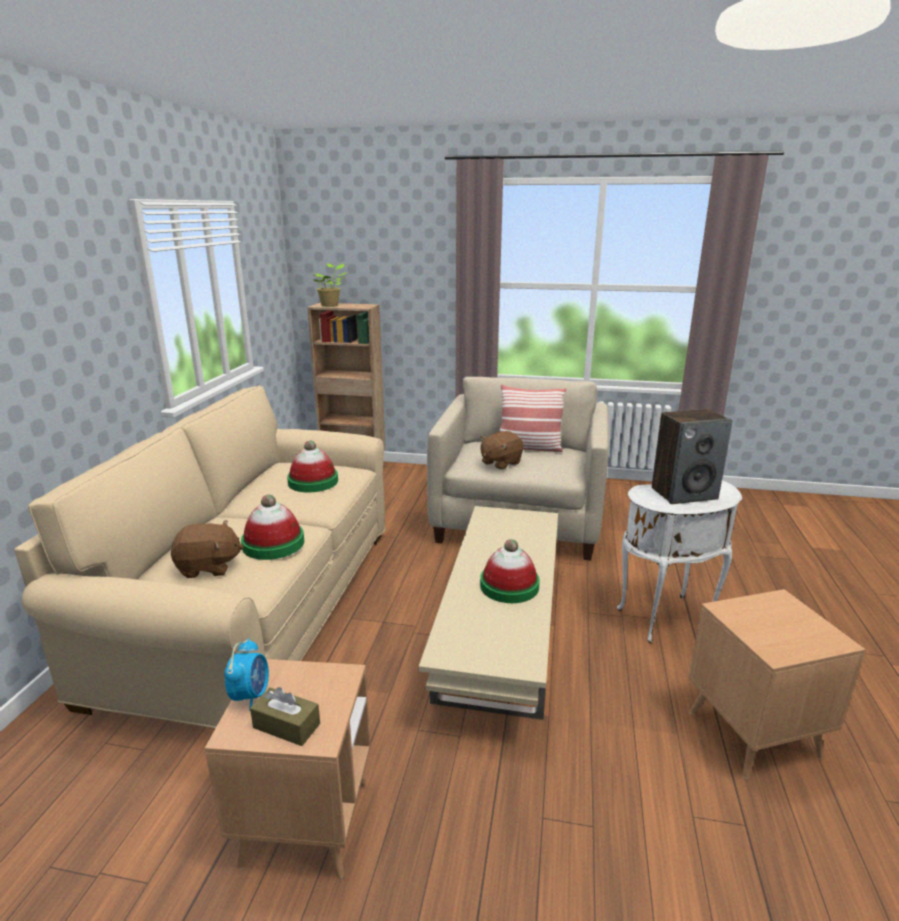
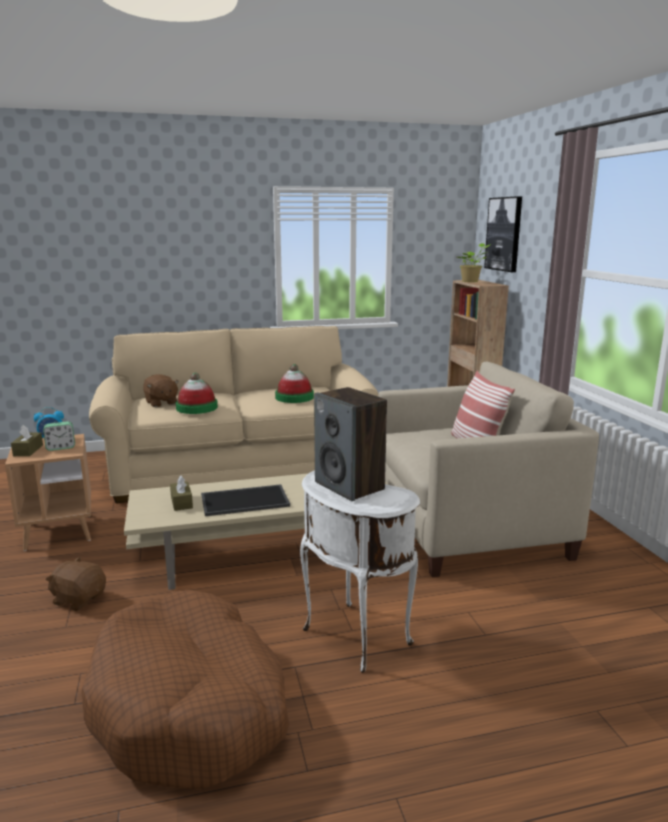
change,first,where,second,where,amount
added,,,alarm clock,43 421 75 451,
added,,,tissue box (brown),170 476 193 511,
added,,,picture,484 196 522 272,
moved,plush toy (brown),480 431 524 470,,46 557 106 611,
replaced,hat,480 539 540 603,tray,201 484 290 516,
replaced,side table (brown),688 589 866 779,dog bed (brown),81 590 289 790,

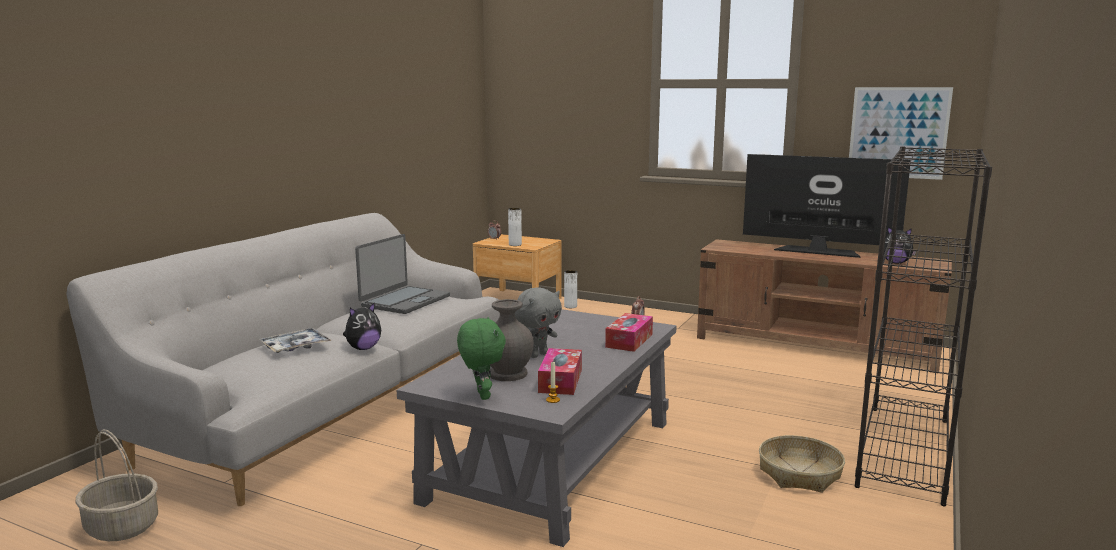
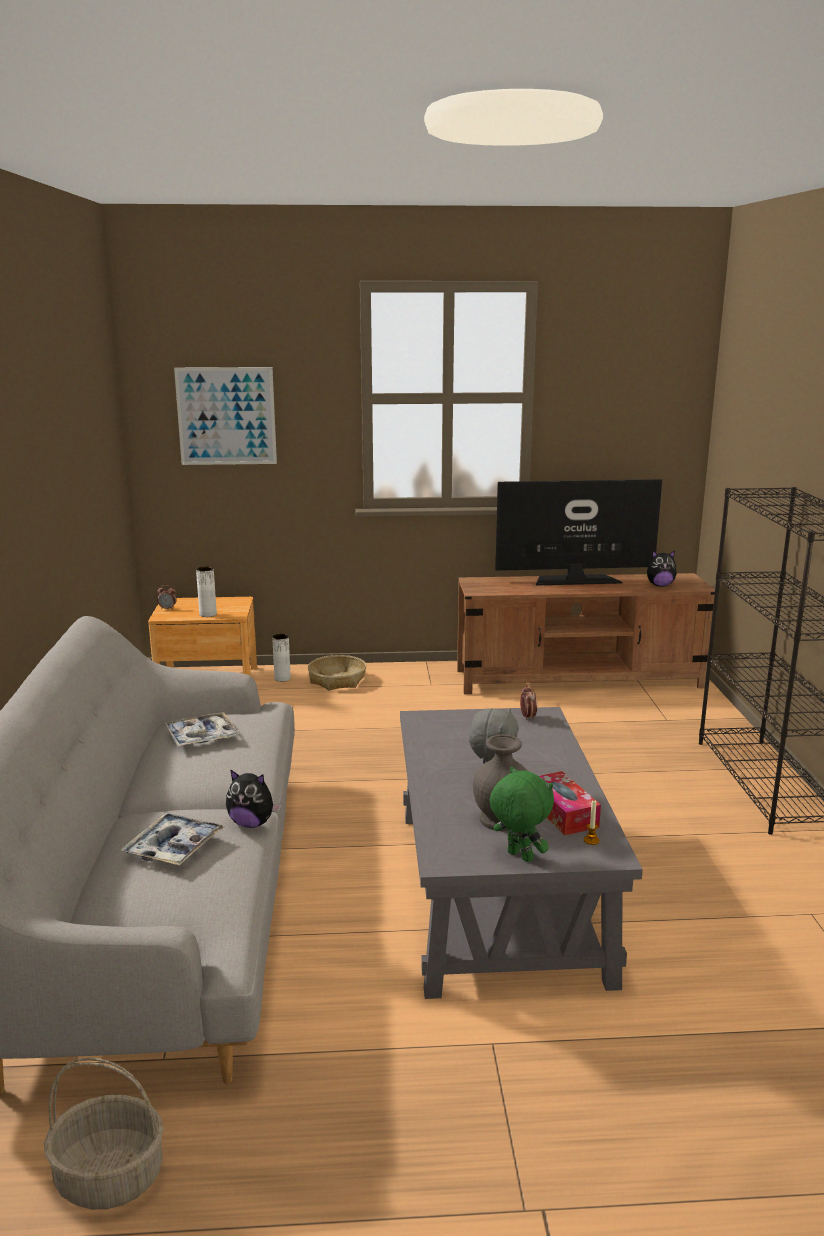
change,first,where,second,where,amount
removed,tissue box,605 313 653 352,,,
moved,basket,759 435 845 493,,308 655 366 691,
moved,picture,849 87 953 180,,174 367 277 465,
replaced,laptop,355 234 450 314,tray,165 712 239 747,
turned,plush toy,343 303 381 350,,226 769 281 828,90 degrees clockwise

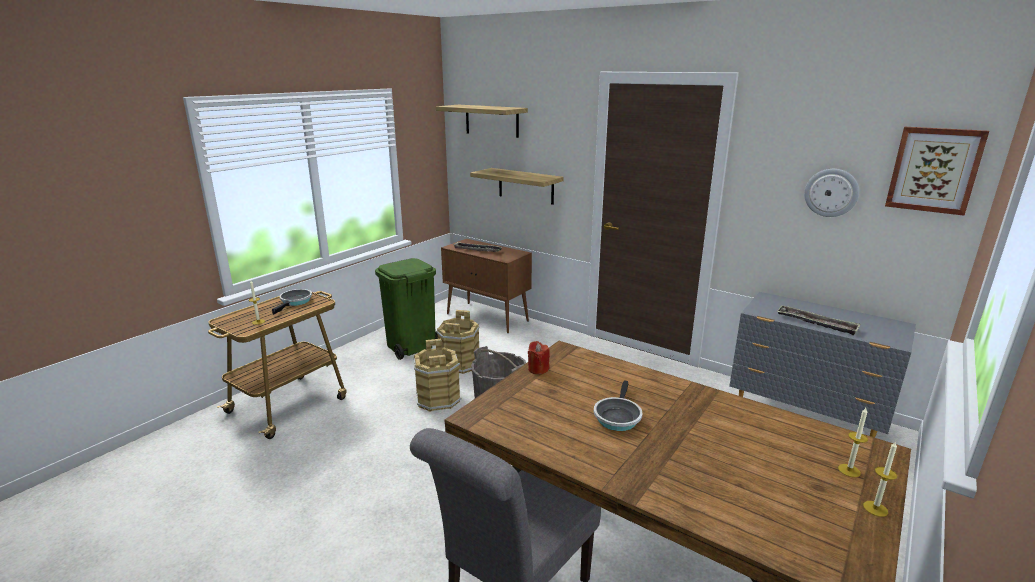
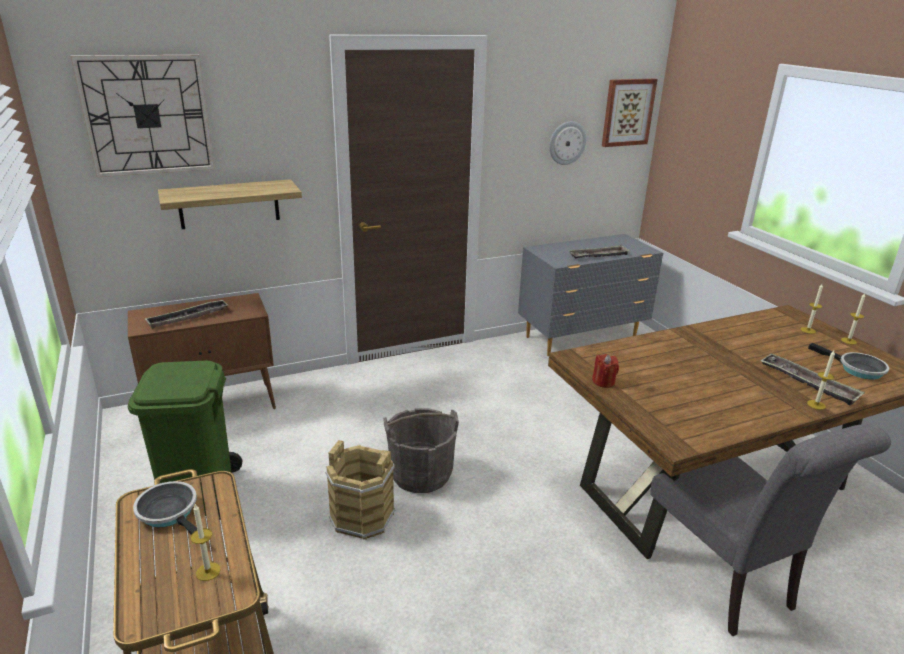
change,first,where,second,where,amount
removed,bucket (brown),436 310 479 374,,,
added,,,tray,760 353 865 405,
added,,,candle,807 351 835 410,
moved,frying pan,594 380 642 431,,808 342 889 380,
replaced,shelf,436 105 528 138,wall clock,71 55 215 177,

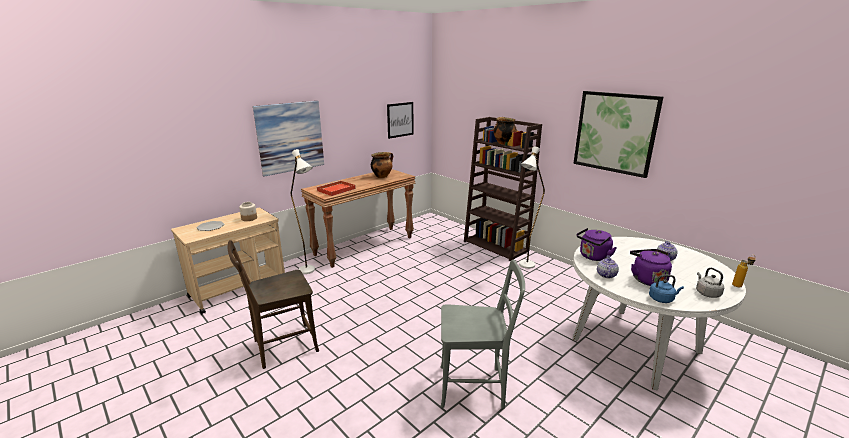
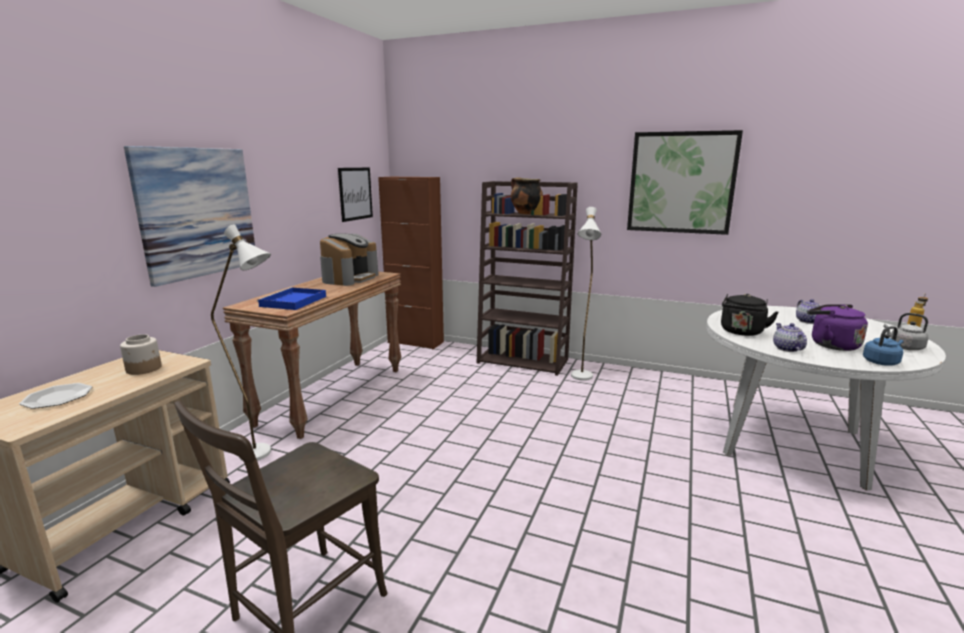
change,first,where,second,where,amount
removed,chair (grey),441 260 525 409,,,
added,,,cabinet (brown),378 177 444 349,
replaced,cooking pot,371 152 393 178,coffee machine,320 233 378 286,
recoloured,tray (red),316 180 356 196,tray (blue),257 287 326 310,
recoloured,kettle (purple),577 228 617 261,kettle (black),721 294 779 336,

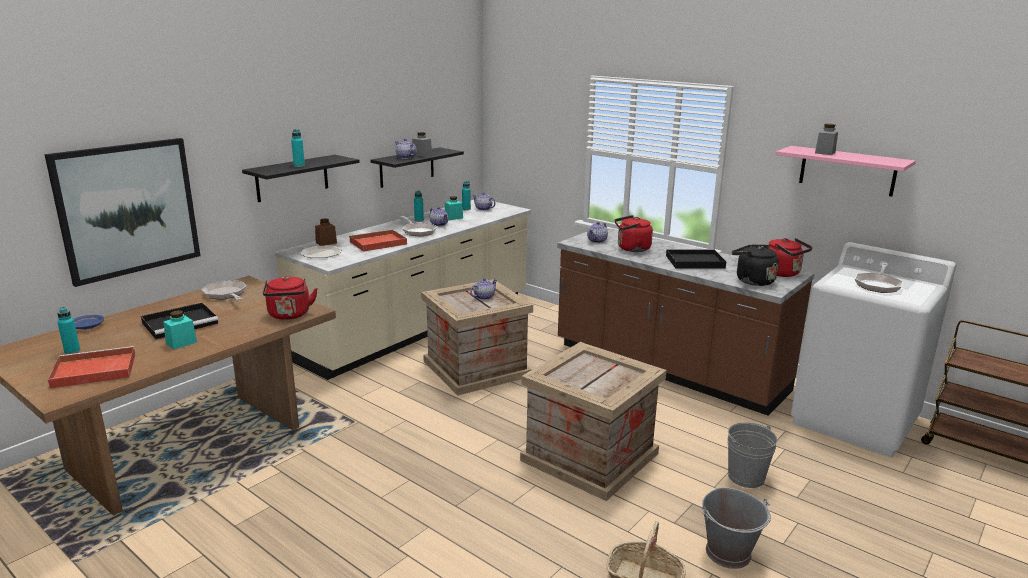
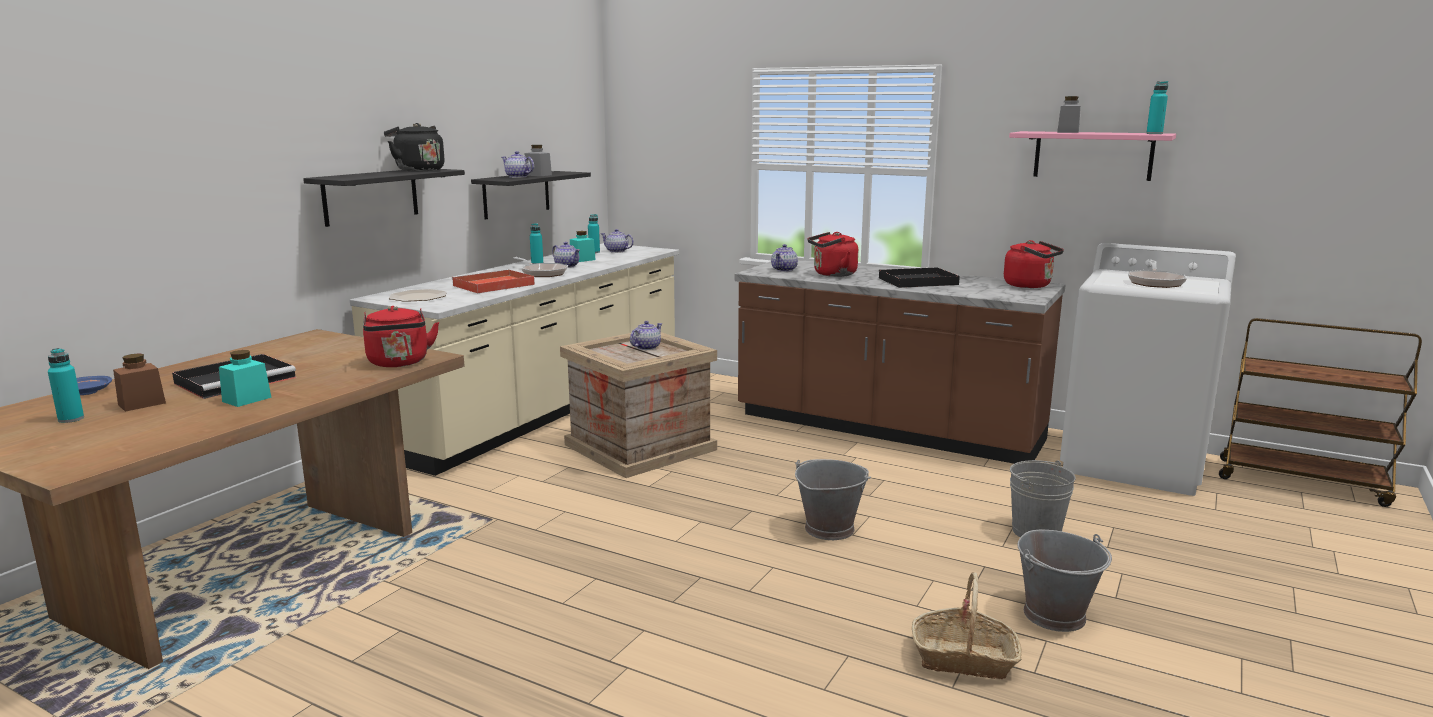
change,first,where,second,where,amount
removed,picture,44 138 200 287,,,
removed,tray (red),48 346 136 389,,,
removed,frying pan,201 280 247 300,,,
moved,bottle (turquoise),291 129 305 167,,1146 81 1168 134,
moved,jar (brown),315 219 337 246,,113 353 166 412,
moved,kettle (black),732 245 779 286,,384 123 445 171,
replaced,crate,520 342 667 501,bucket (grey),795 459 871 540,

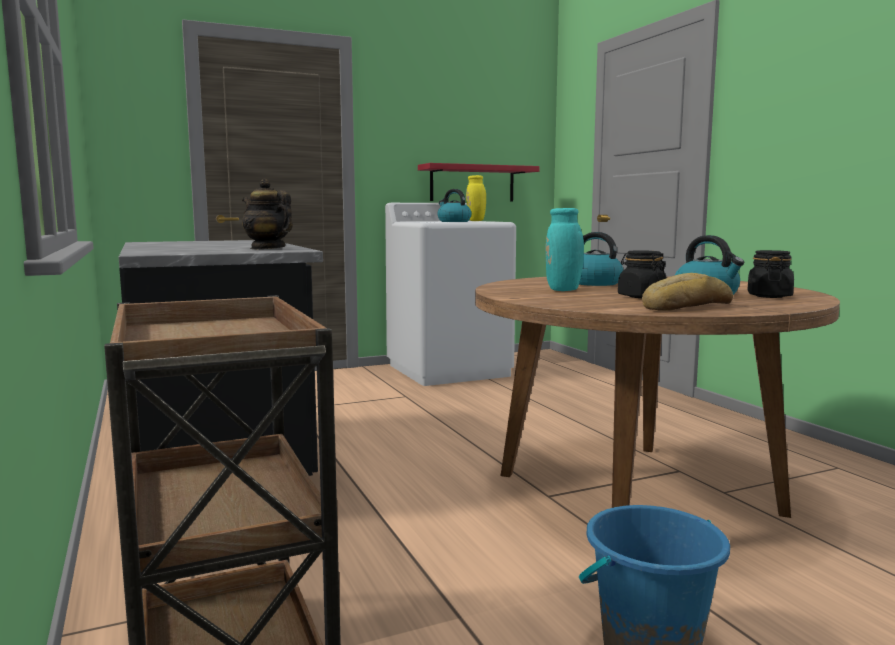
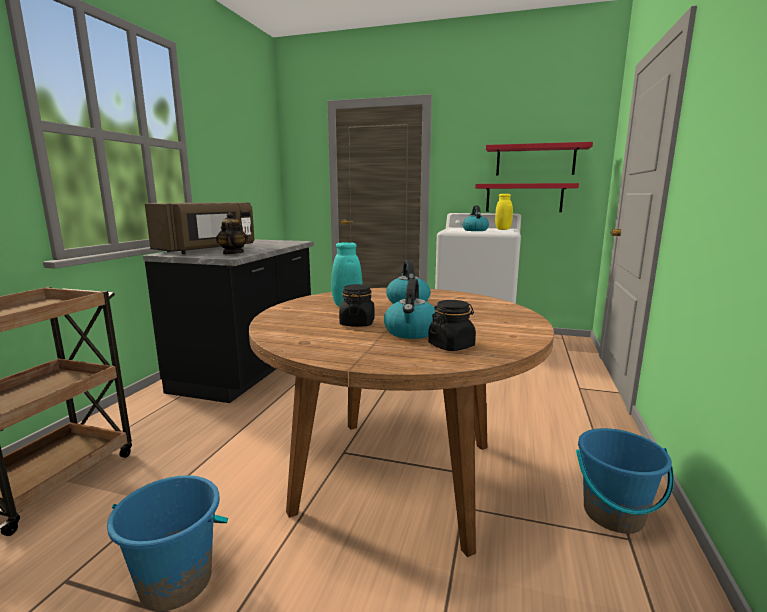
change,first,where,second,where,amount
removed,bread,642 273 733 311,,,
added,,,microwave (brown),145 202 255 254,
added,,,shelf (red),486 142 593 176,
added,,,bucket (blue),576 428 674 534,

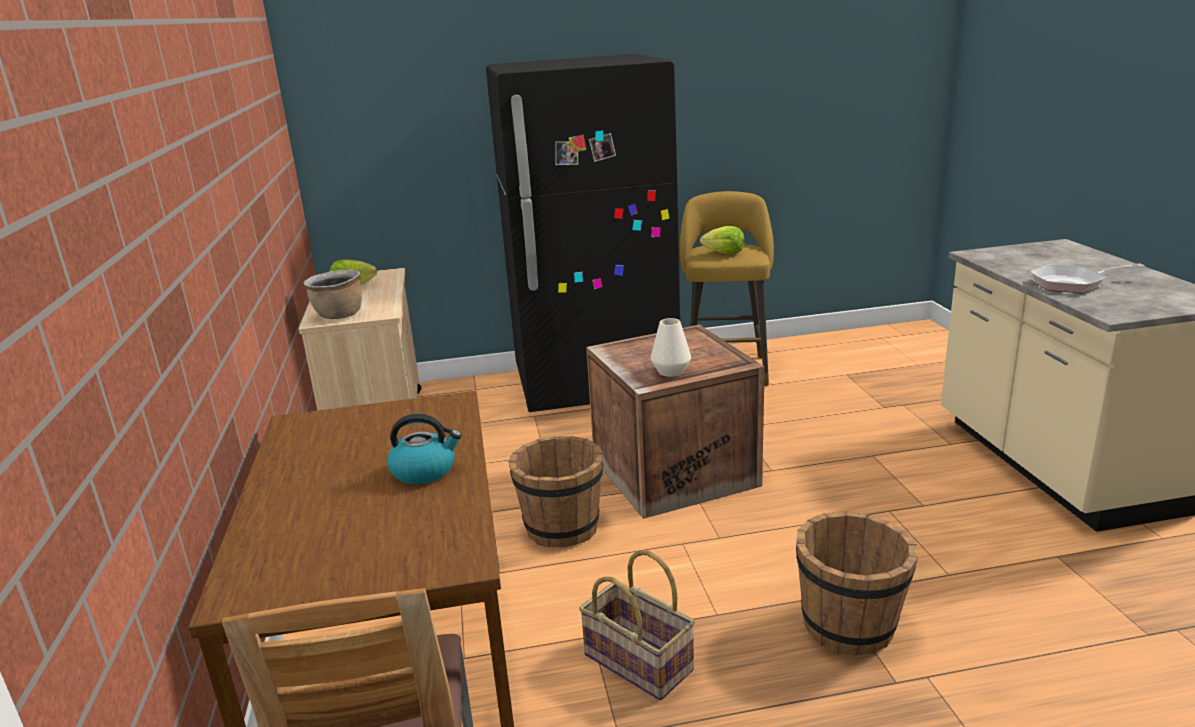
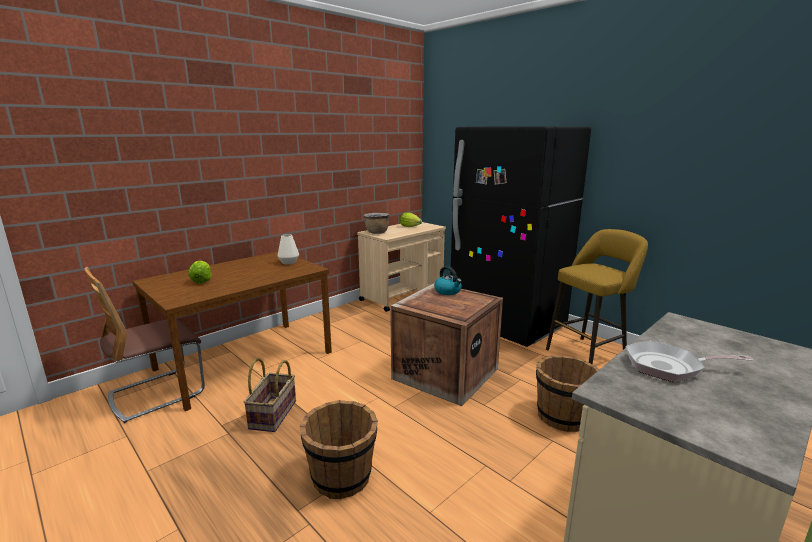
change,first,where,second,where,amount
moved,kettle,387 414 462 484,,434 266 462 295,
moved,bucket (brown),508 436 604 547,,536 355 599 432,
moved,vase (white),651 318 691 377,,277 234 299 265,
moved,lettuce,700 226 744 254,,188 261 212 284,
turned,frying pan,1030 264 1144 293,,625 341 753 382,45 degrees counterclockwise

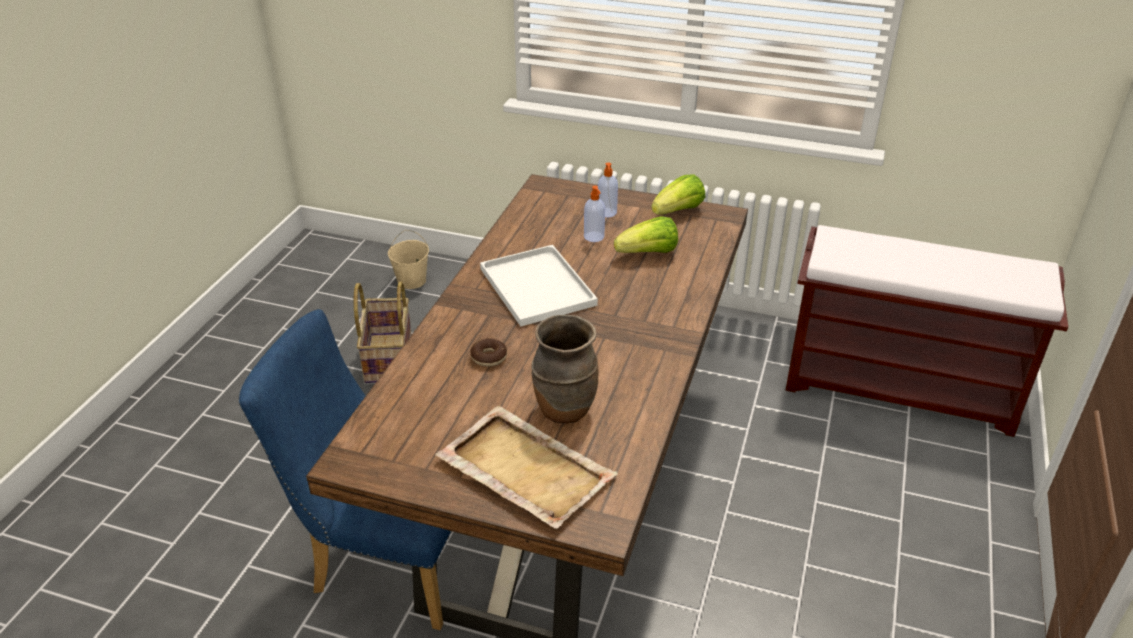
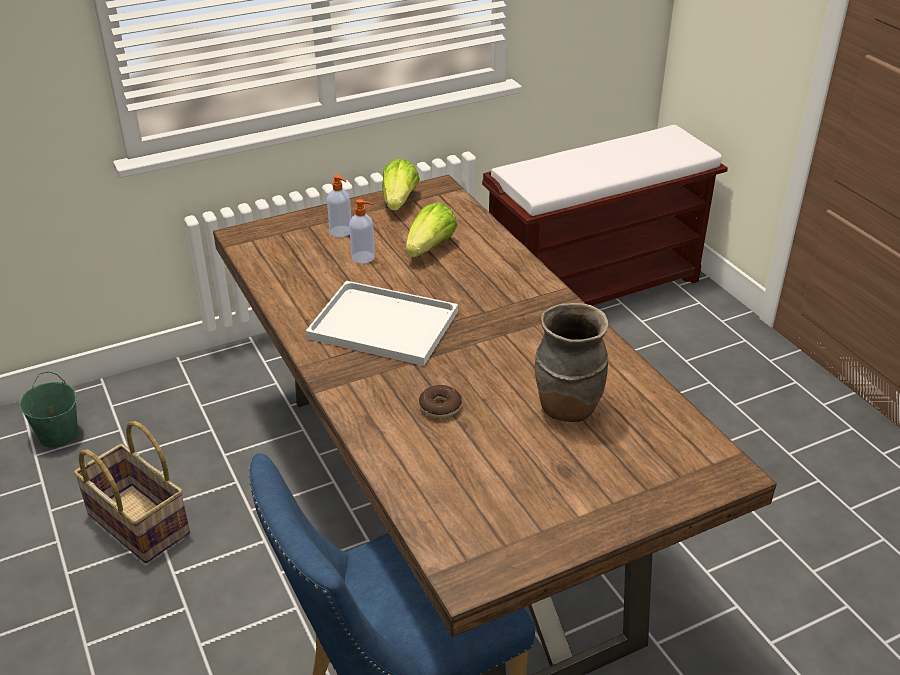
change,first,where,second,where,amount
removed,tray (beige),435 406 618 529,,,
recoloured,bucket (beige),388 230 429 289,bucket (green),19 372 78 448,

